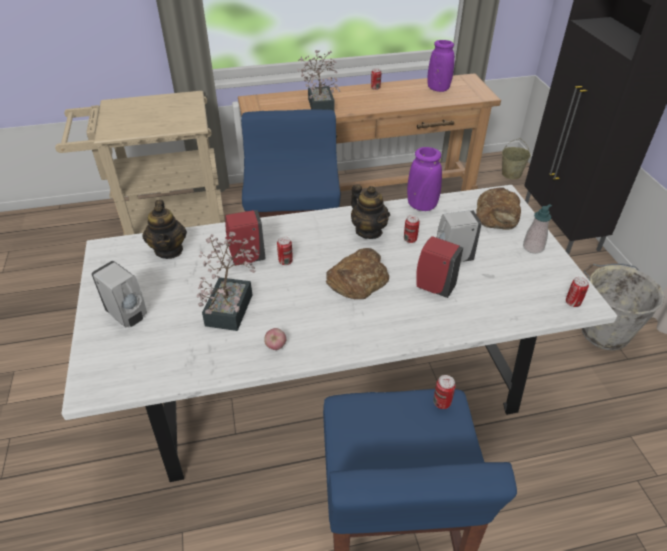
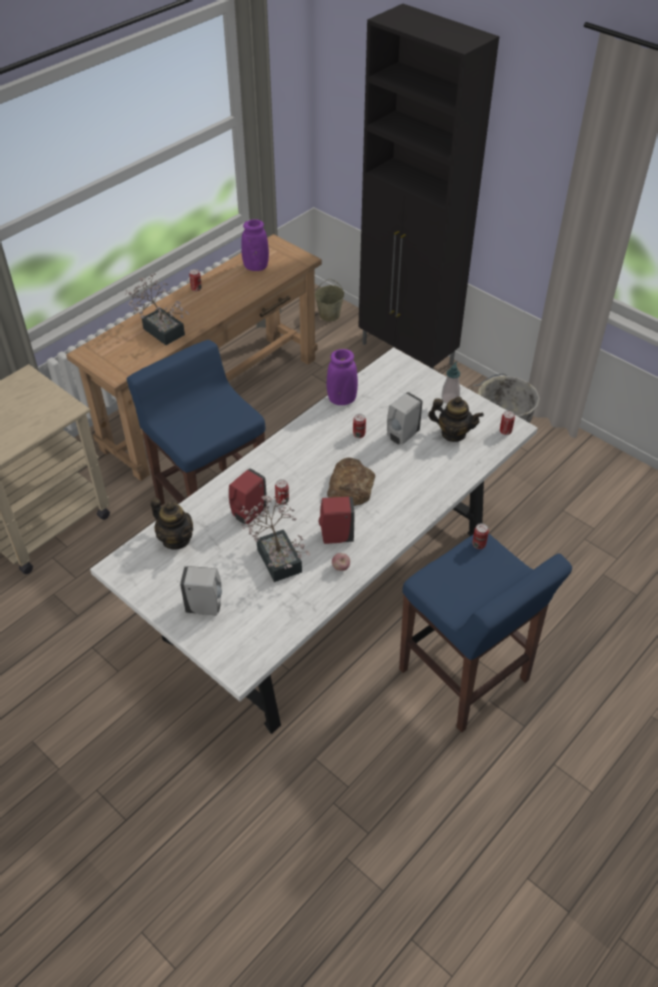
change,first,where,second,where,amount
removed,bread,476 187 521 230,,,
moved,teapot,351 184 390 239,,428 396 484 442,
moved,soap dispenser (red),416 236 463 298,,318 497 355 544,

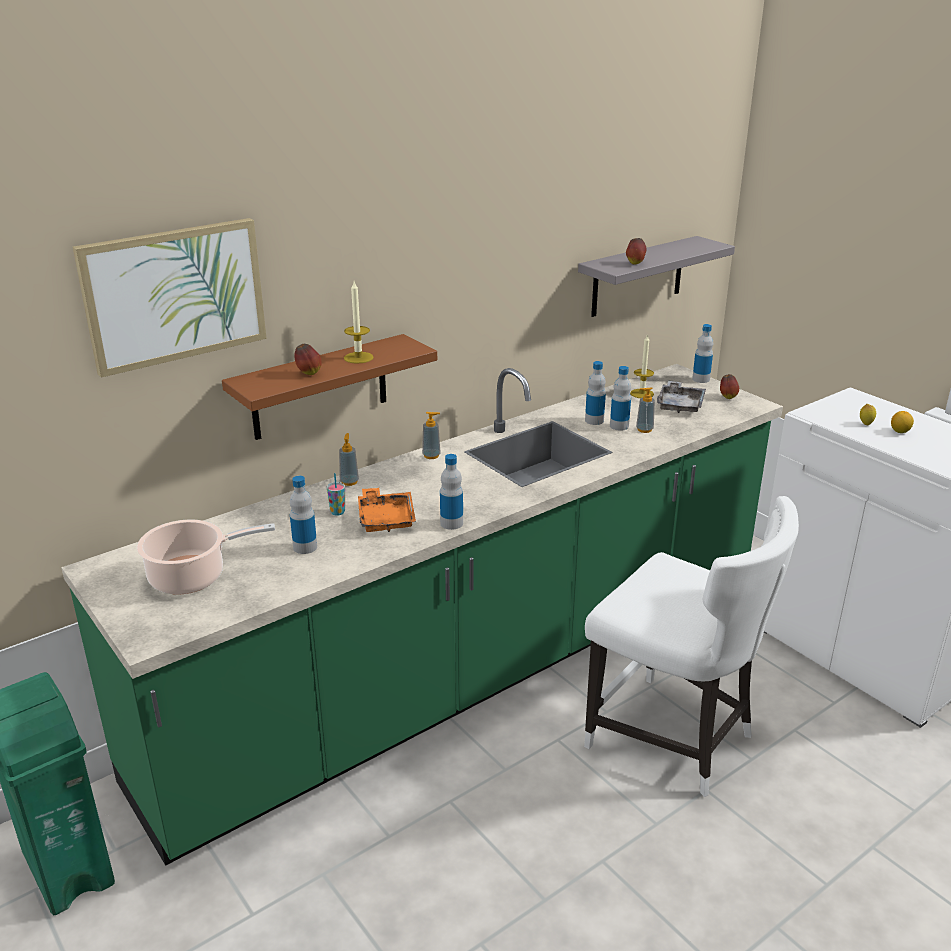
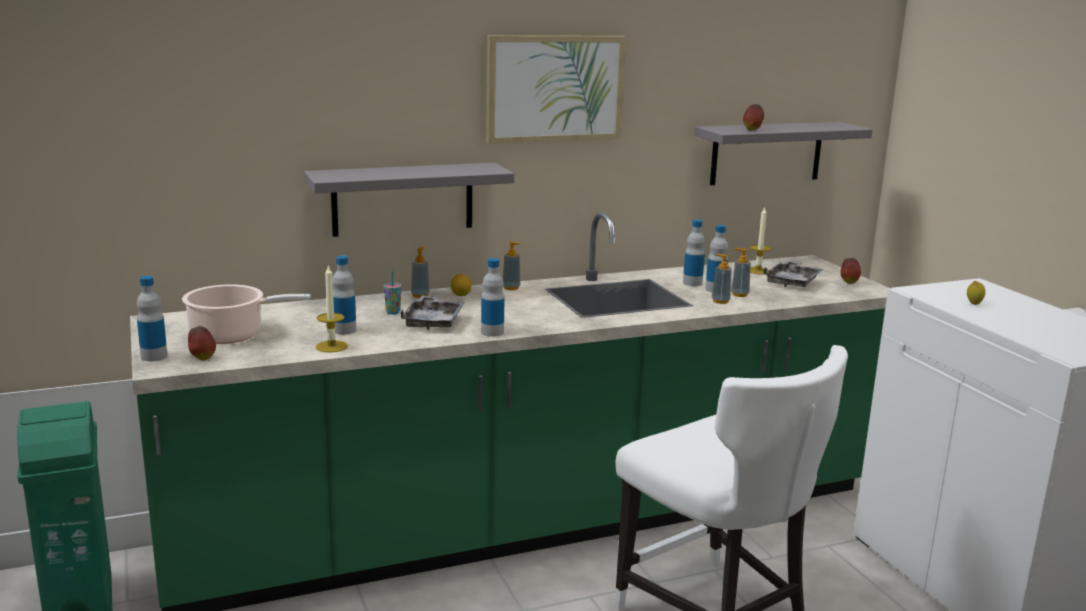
change,first,where,second,where,amount
added,,,soap dispenser,712 254 732 304,
moved,picture,73 218 267 378,,486 35 626 144,
moved,apple,294 344 322 375,,188 326 216 360,
moved,candle,344 282 374 364,,316 264 348 352,
moved,bottle,692 324 713 383,,137 276 168 361,
moved,lemon,891 411 914 433,,451 274 471 296,
recoloured,shelf (brown),222 334 437 440,shelf (grey),304 163 514 237,
recoloured,tray (orange),358 488 416 532,tray (grey),400 295 464 330,

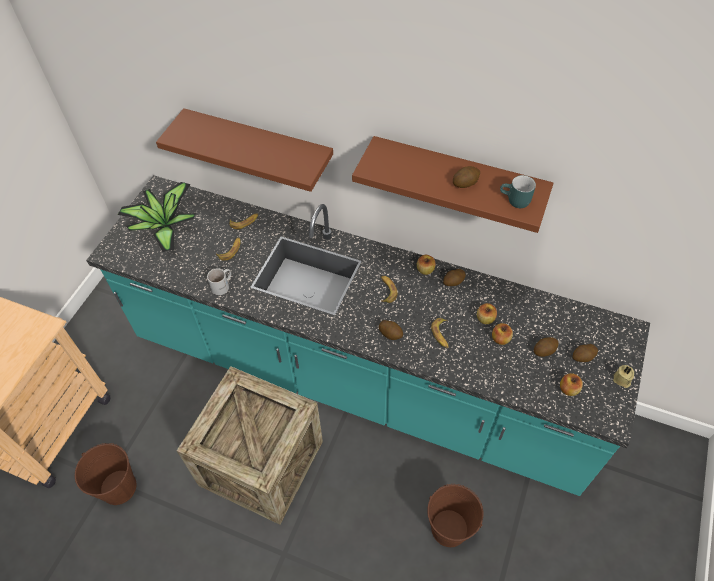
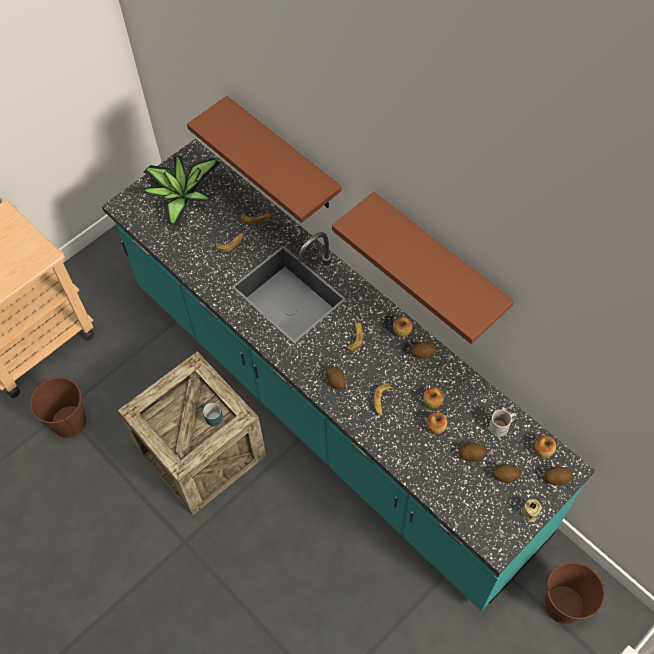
change,first,where,second,where,amount
moved,mug (white),207 268 231 295,,489 409 517 437,
moved,bucket (brown),427 484 484 547,,545 561 605 624,
moved,potato,453 166 480 188,,544 466 573 485,
moved,mug (turquoise),500 175 536 208,,201 403 223 426,
moved,apple,560 373 583 396,,534 436 556 458,

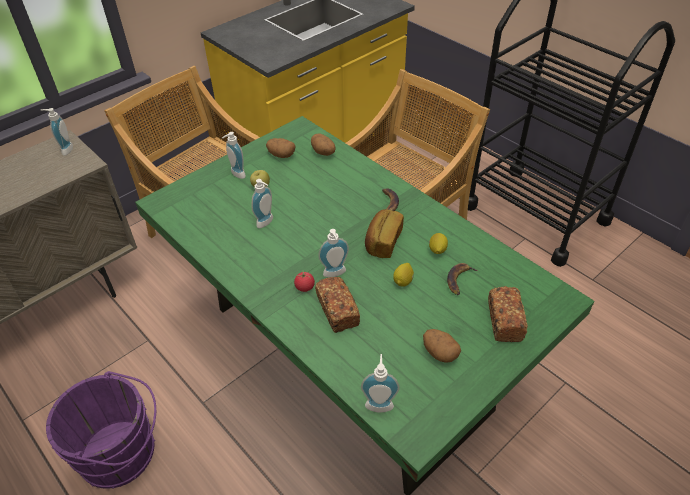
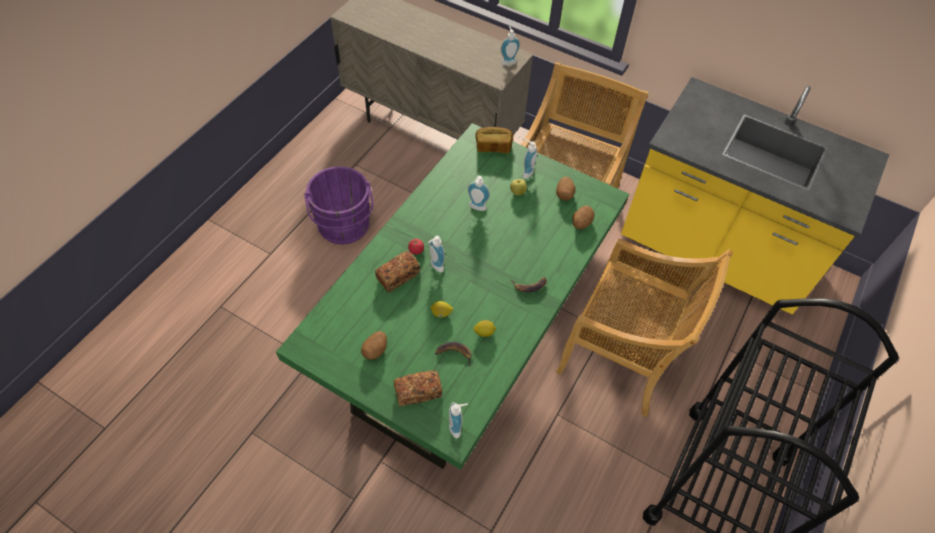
change,first,where,second,where,amount
moved,soap dispenser,361 354 400 413,,449 402 468 438,
moved,bread,365 209 404 258,,476 127 513 153,

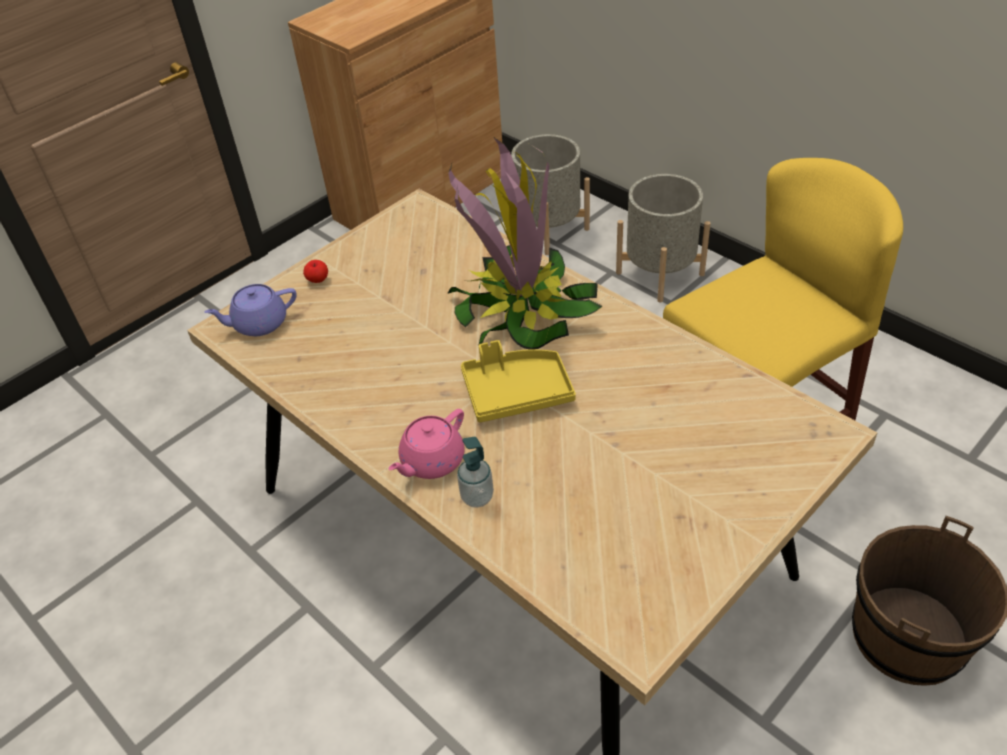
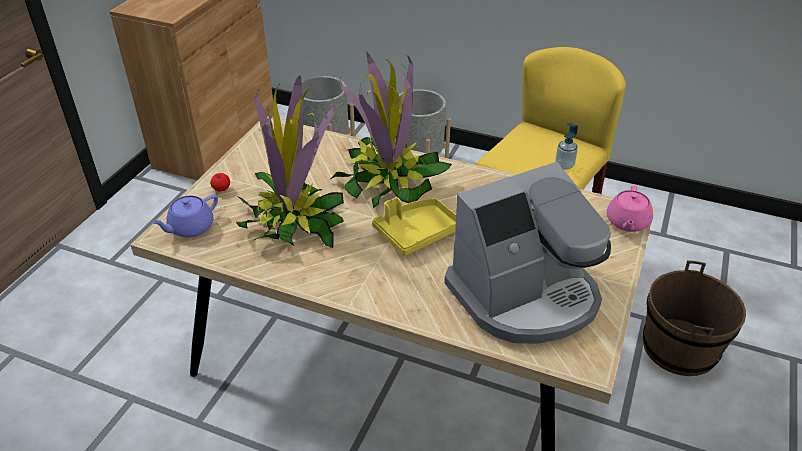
change,first,where,second,where,amount
added,,,potted plant,236 76 344 248,
added,,,coffee machine,444 162 611 344,
moved,teapot (pink),388 409 464 479,,607 185 653 232,
moved,soap dispenser,457 437 494 508,,555 122 578 170,

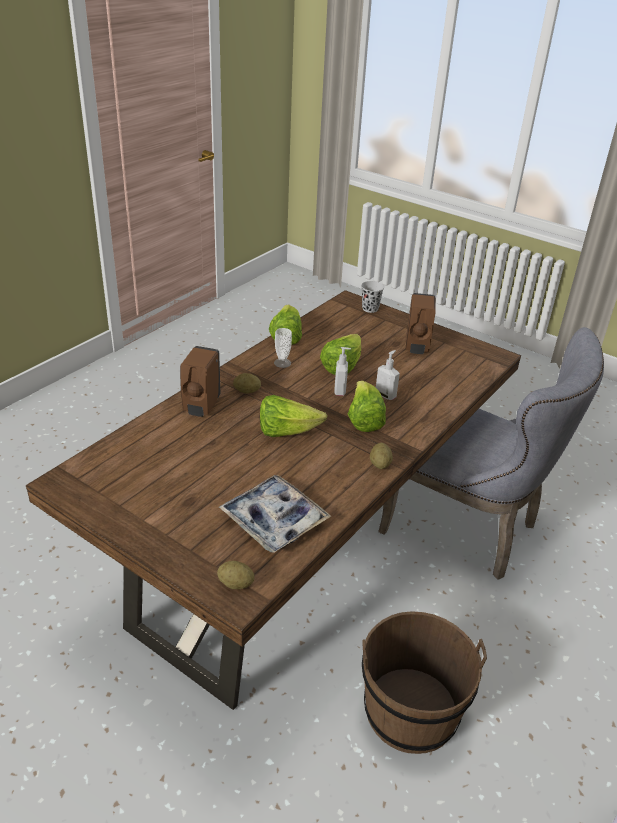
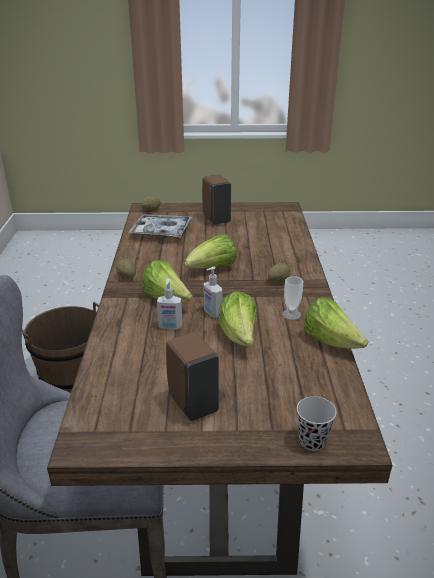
change,first,where,second,where,amount
moved,soap dispenser (brown),180 346 220 417,,202 175 231 224,

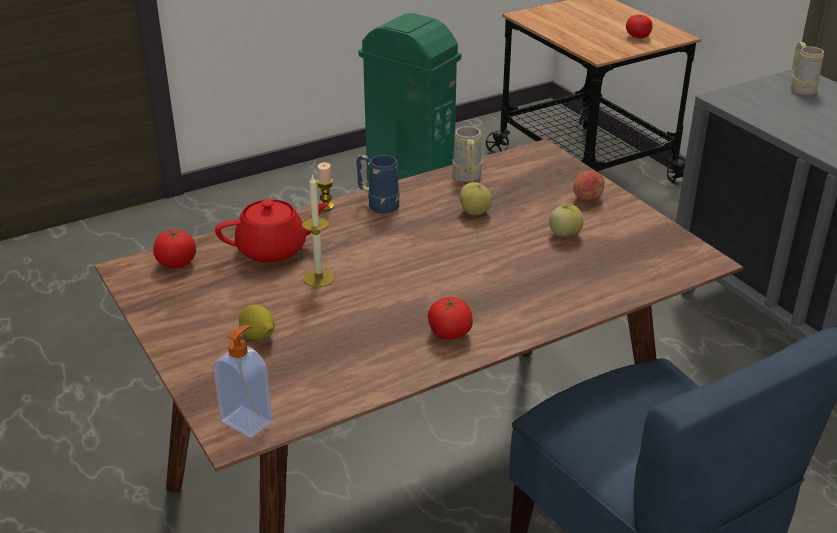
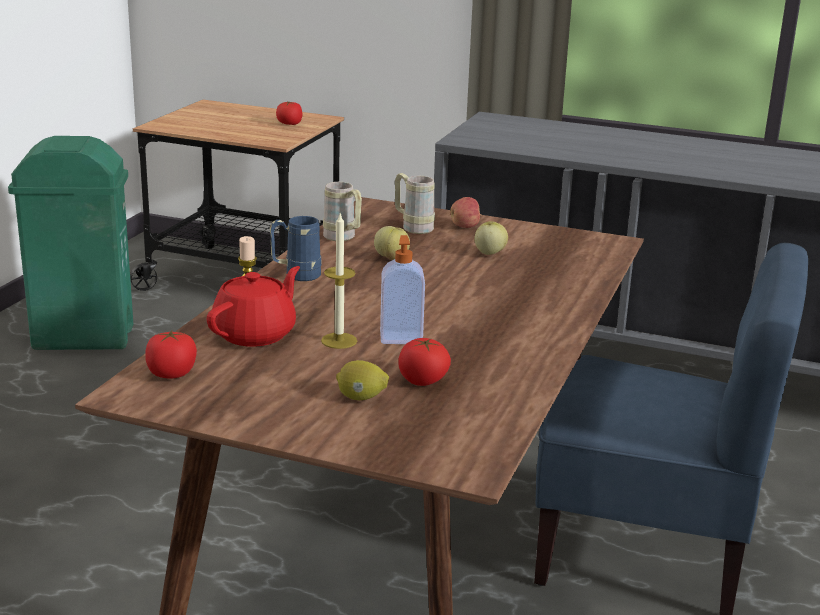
change,first,where,second,where,amount
moved,soap dispenser,213 325 273 438,,380 235 425 344,
moved,tomato,428 297 473 340,,398 338 451 386,
moved,mug (beige),790 42 824 95,,395 173 435 234,

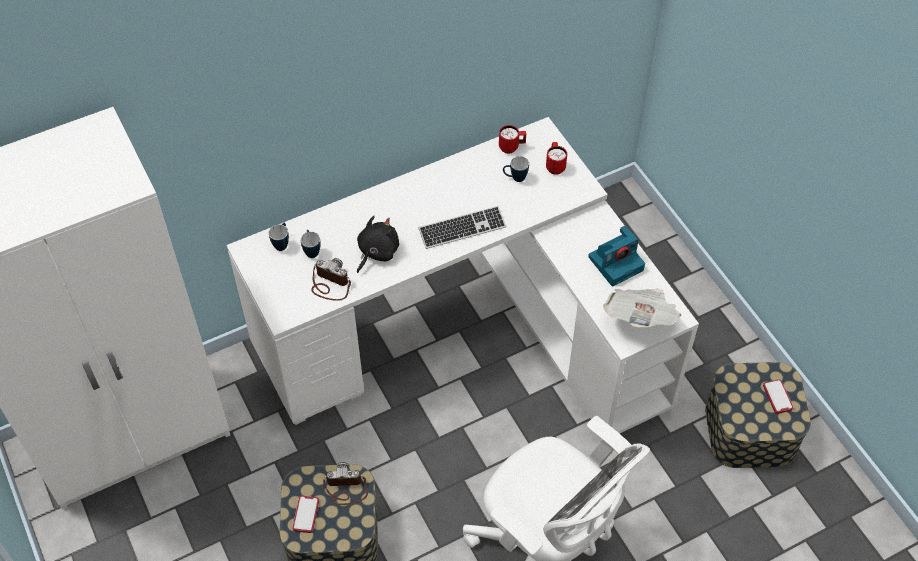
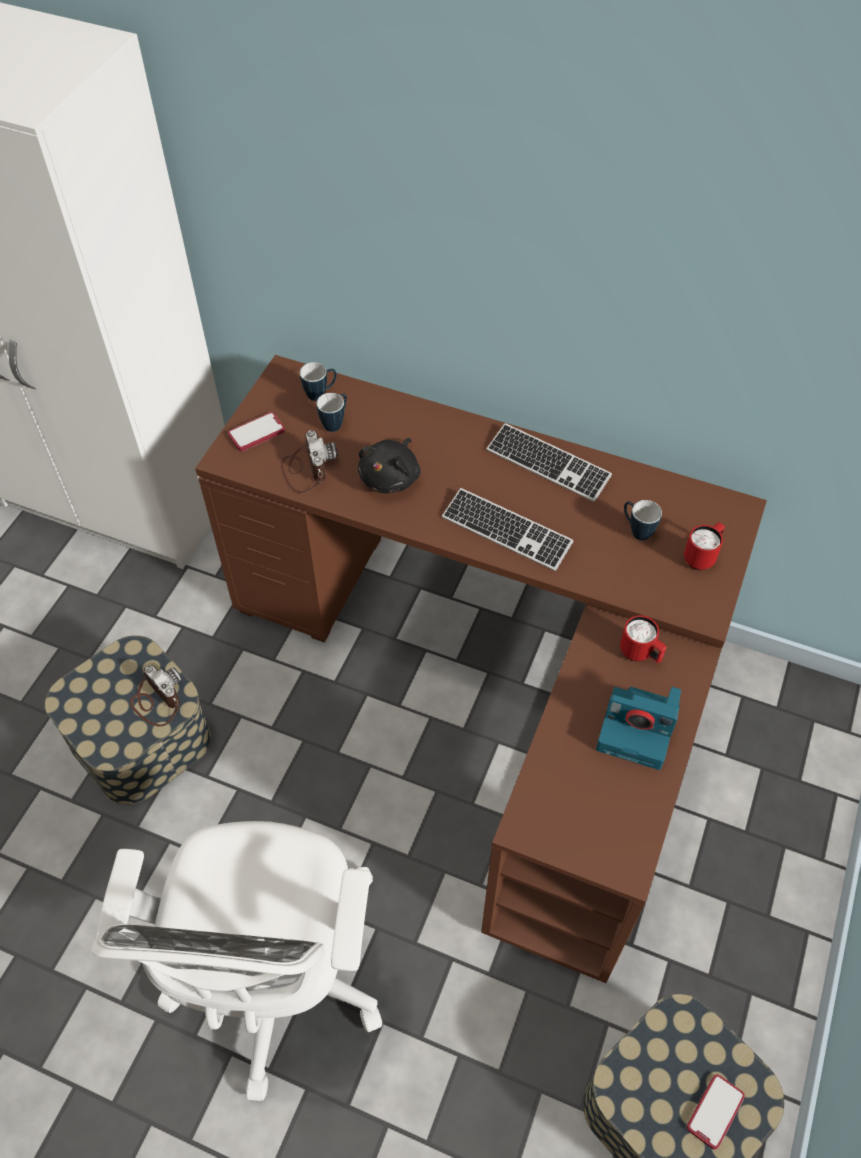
change,first,where,second,where,amount
removed,newspaper,603 288 682 327,,,
added,,,keyboard,487 423 612 502,
moved,phone,292 496 319 533,,228 412 285 451,
moved,mug (red),499 125 526 153,,620 615 667 663,
recoloured,desk (white),227 117 699 434,desk (brown),195 355 767 983,
turned,plush toy (black),357 216 399 273,,358 438 421 494,120 degrees clockwise

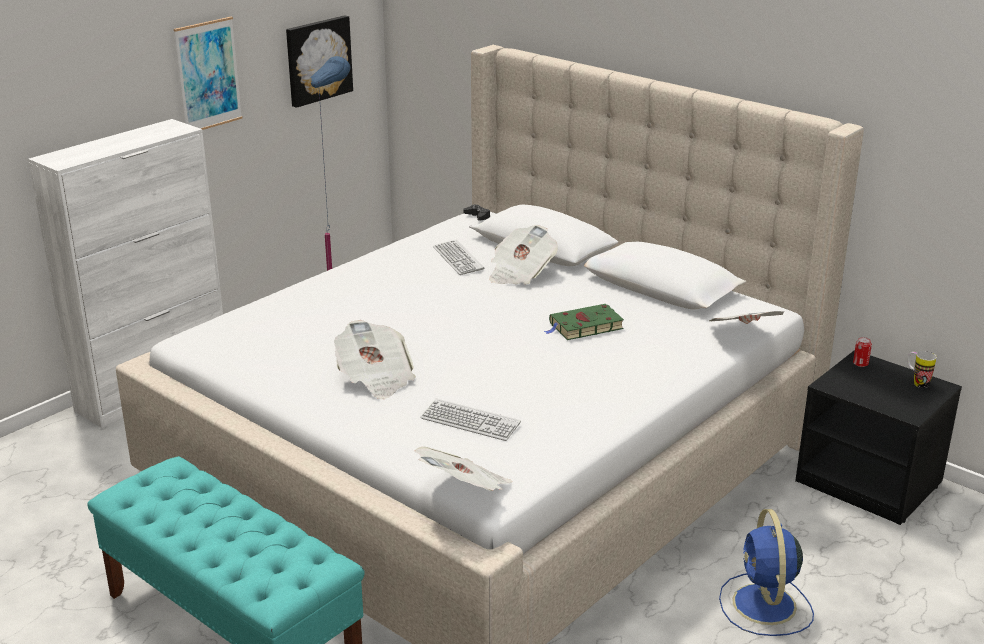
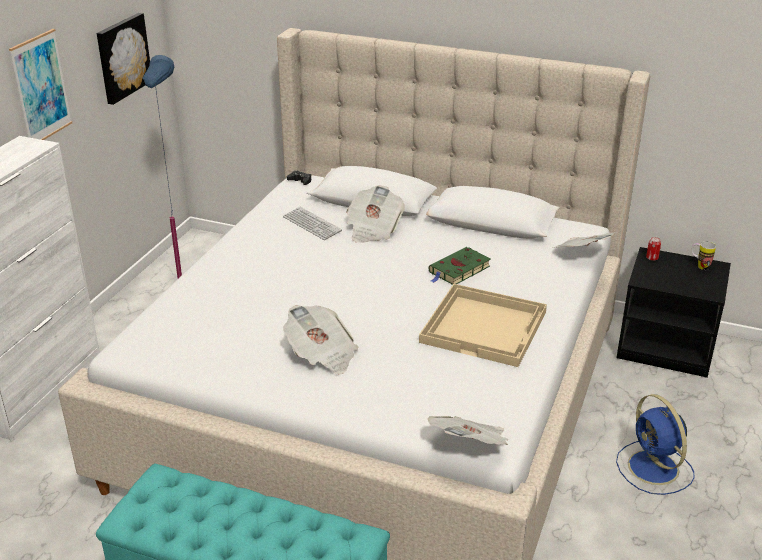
change,first,where,second,where,amount
removed,keyboard,420 398 521 441,,,
added,,,tray (beige),419 284 547 367,

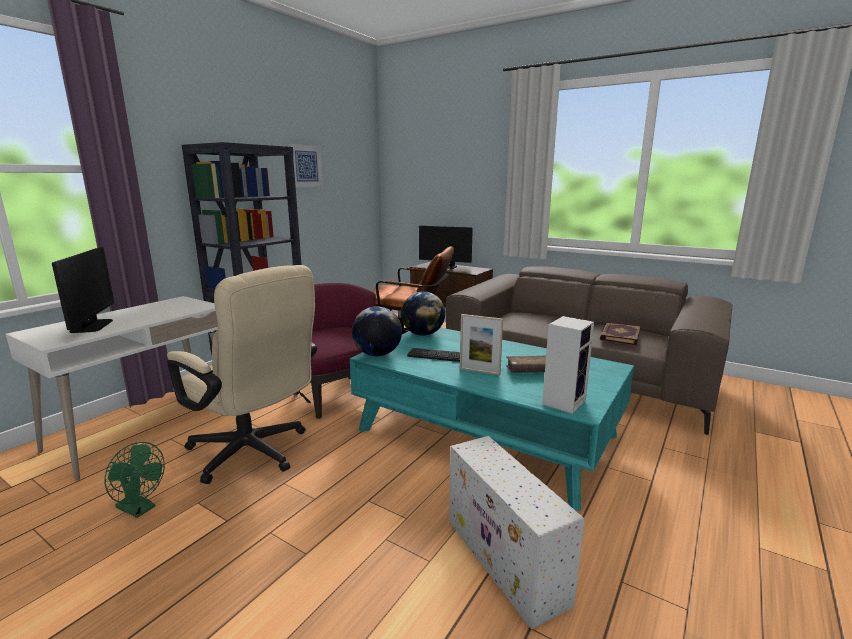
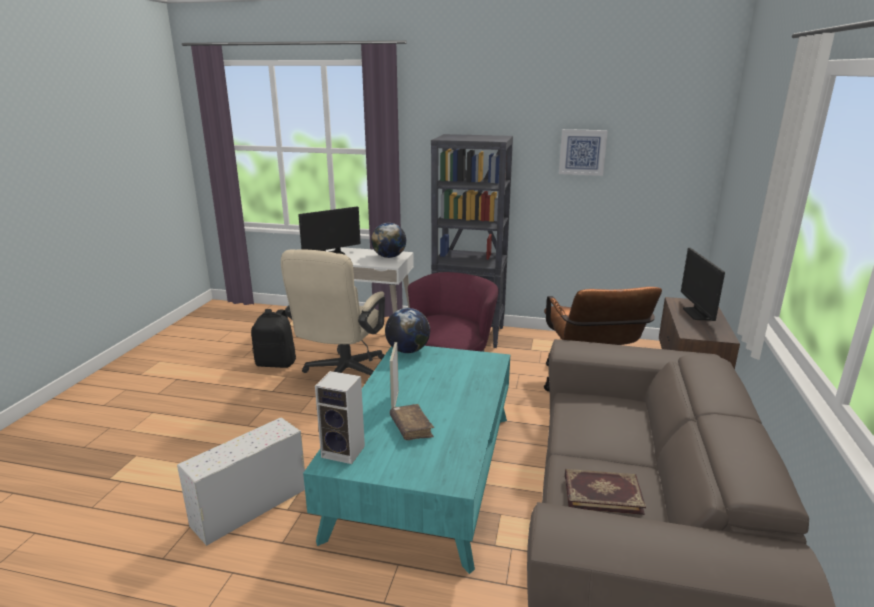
change,first,where,second,where,amount
removed,keyboard,407 348 460 362,,,
moved,globe,401 291 445 336,,371 223 406 258,
replaced,fan (green),104 442 165 518,backpack (black),251 309 296 368,

